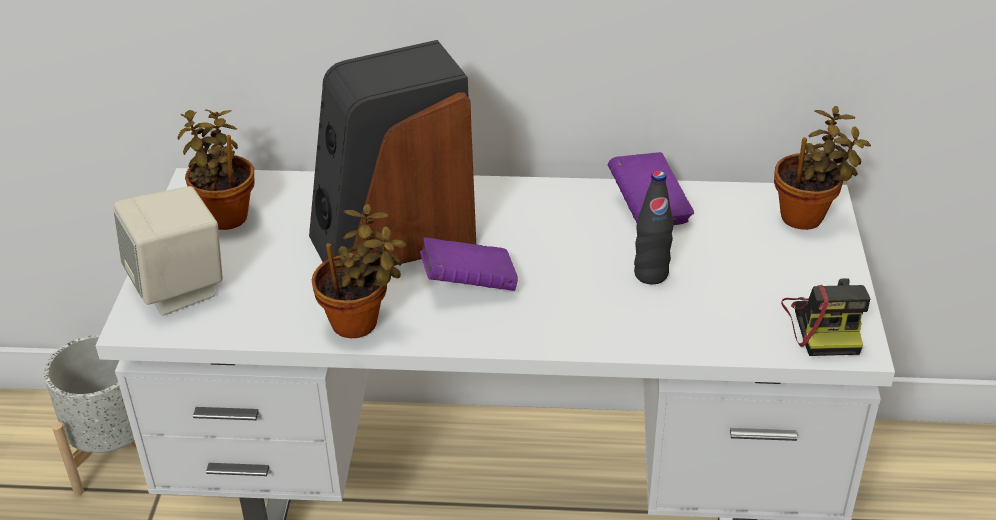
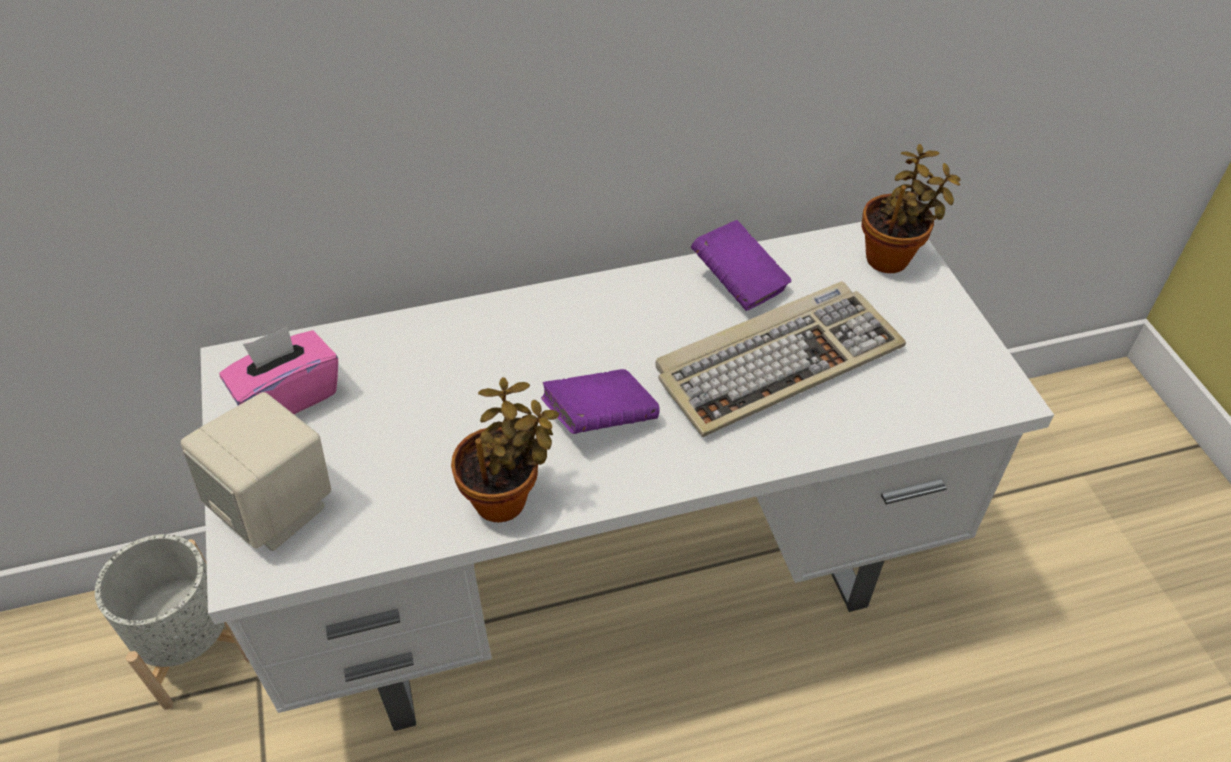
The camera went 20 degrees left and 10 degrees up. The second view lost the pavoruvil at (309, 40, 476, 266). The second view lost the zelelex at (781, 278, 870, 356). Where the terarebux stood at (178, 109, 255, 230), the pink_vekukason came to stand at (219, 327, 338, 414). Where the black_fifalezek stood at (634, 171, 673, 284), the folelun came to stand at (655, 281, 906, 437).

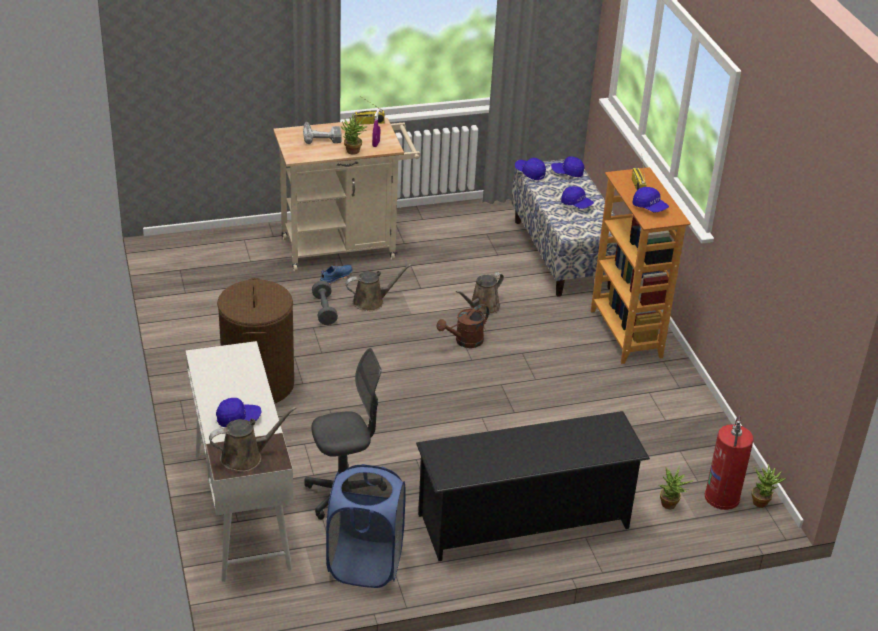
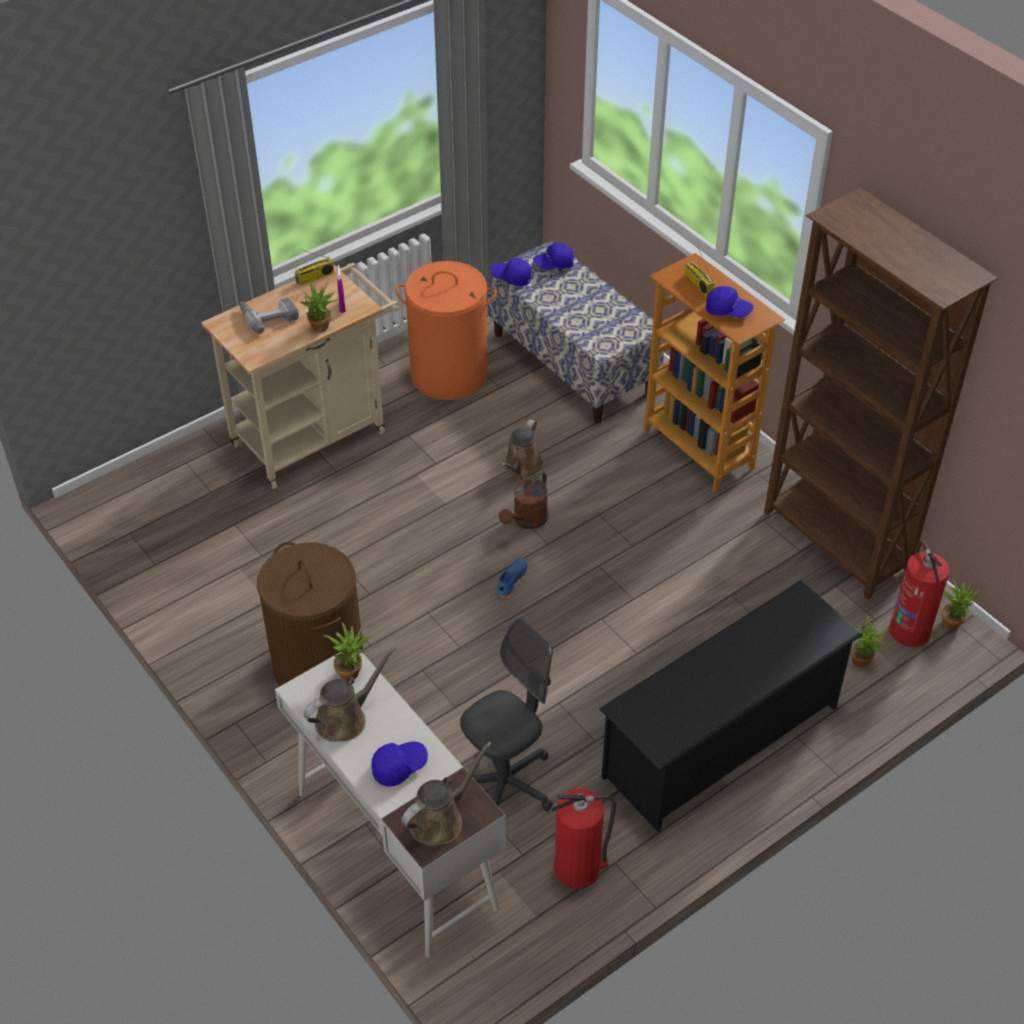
The camera went 20 degrees left and 10 degrees up. The second view lost the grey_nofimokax at (312, 281, 338, 325). The second view lost the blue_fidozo at (561, 186, 594, 209). The second view gained the terarebux at (324, 623, 371, 681). The second view gained the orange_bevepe at (395, 261, 497, 400). The second view gained the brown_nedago at (764, 188, 998, 600). The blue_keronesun ended up elsewhere, having gone from (320, 265, 353, 284) to (496, 558, 528, 599). The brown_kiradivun ended up elsewhere, having gone from (346, 264, 412, 311) to (304, 647, 396, 742). Where the blue_bevepe stood at (326, 464, 406, 588), the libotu came to stand at (551, 789, 616, 889).

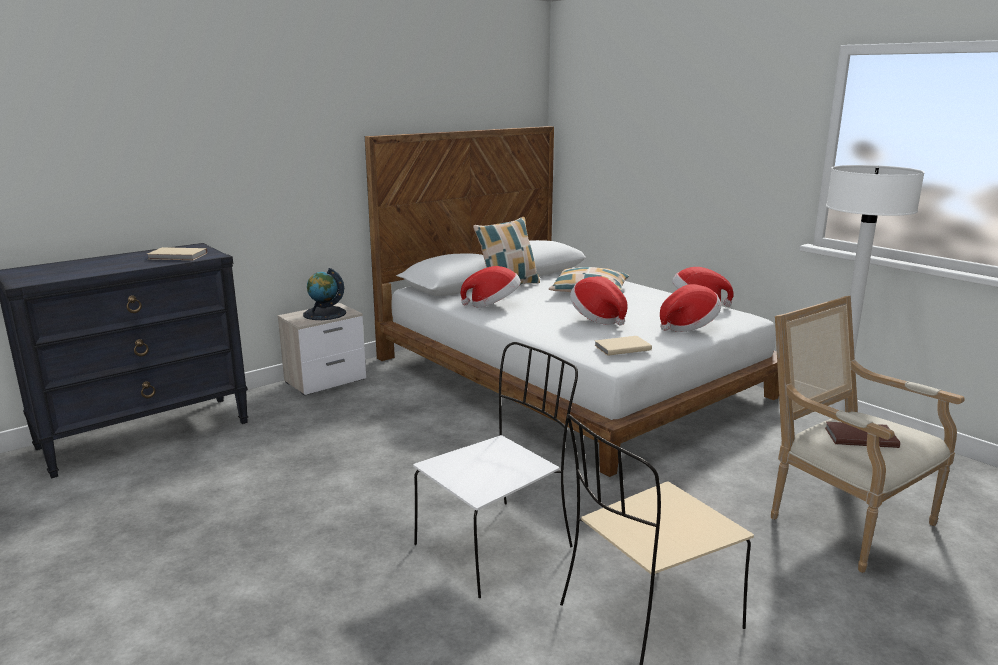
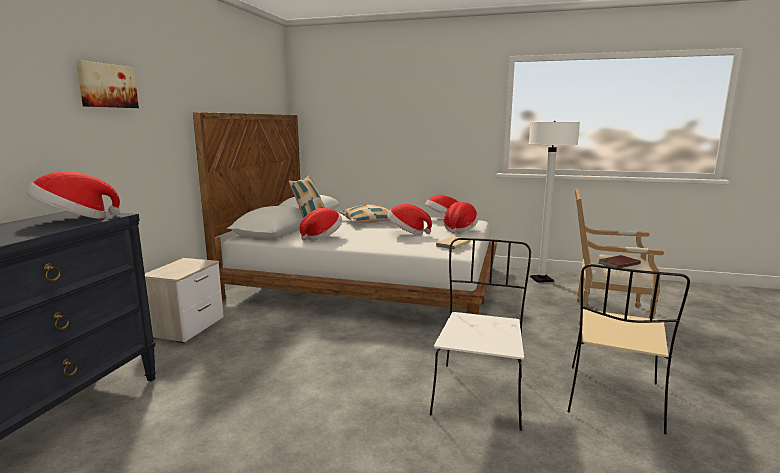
The camera went 35 degrees left and 5 degrees down. The second view lost the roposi at (303, 268, 346, 320). The second view gained the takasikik at (76, 60, 139, 108). Where the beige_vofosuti stood at (147, 247, 207, 260), the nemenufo came to stand at (27, 171, 120, 219).

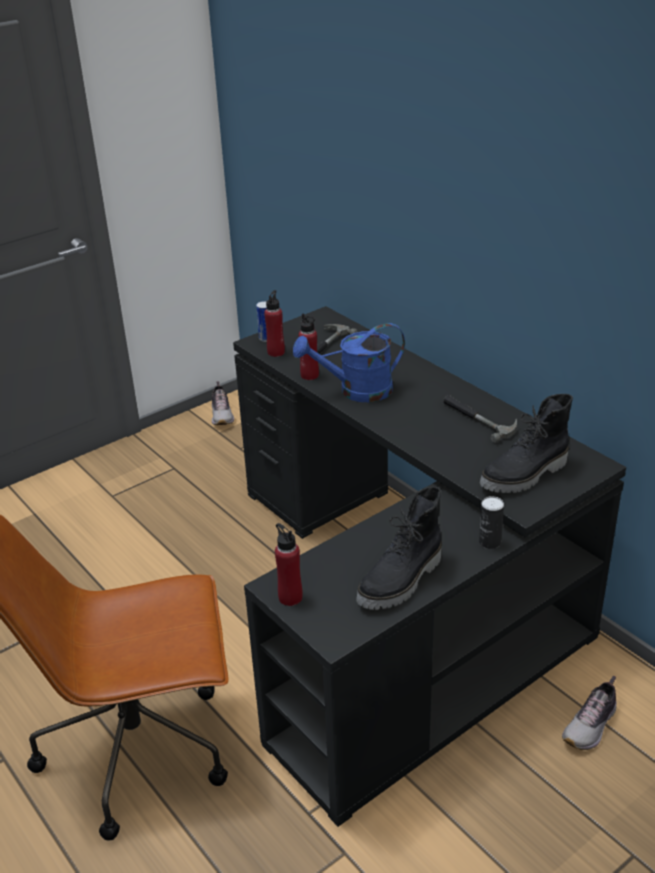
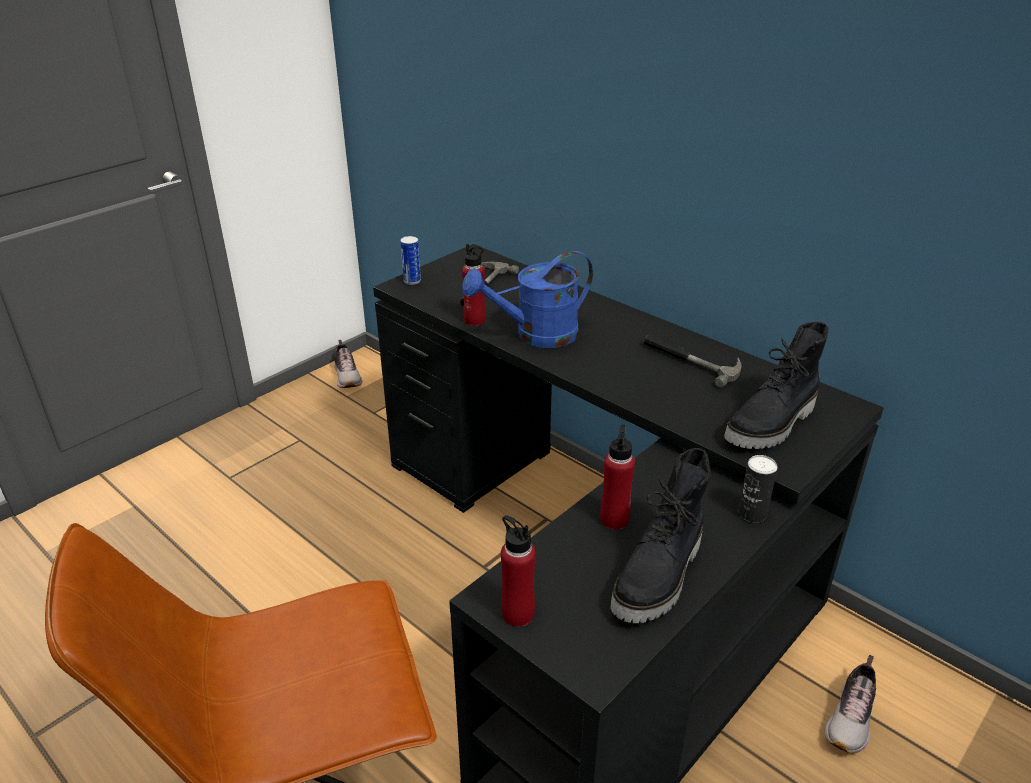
The camera went 10 degrees left and 0 degrees up. The red_fifalezek ended up elsewhere, having gone from (264, 290, 285, 357) to (600, 425, 635, 530).

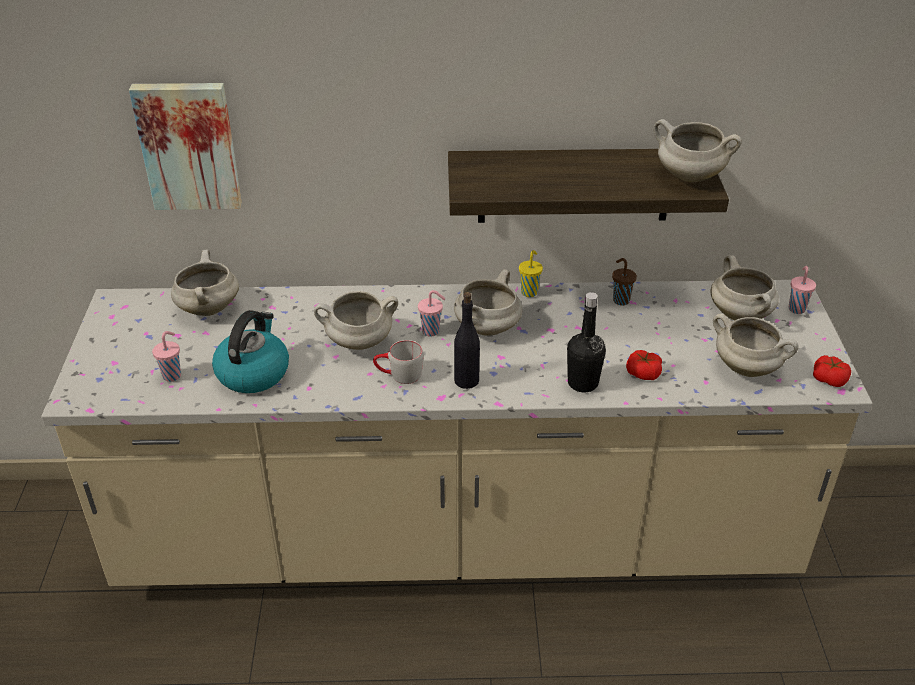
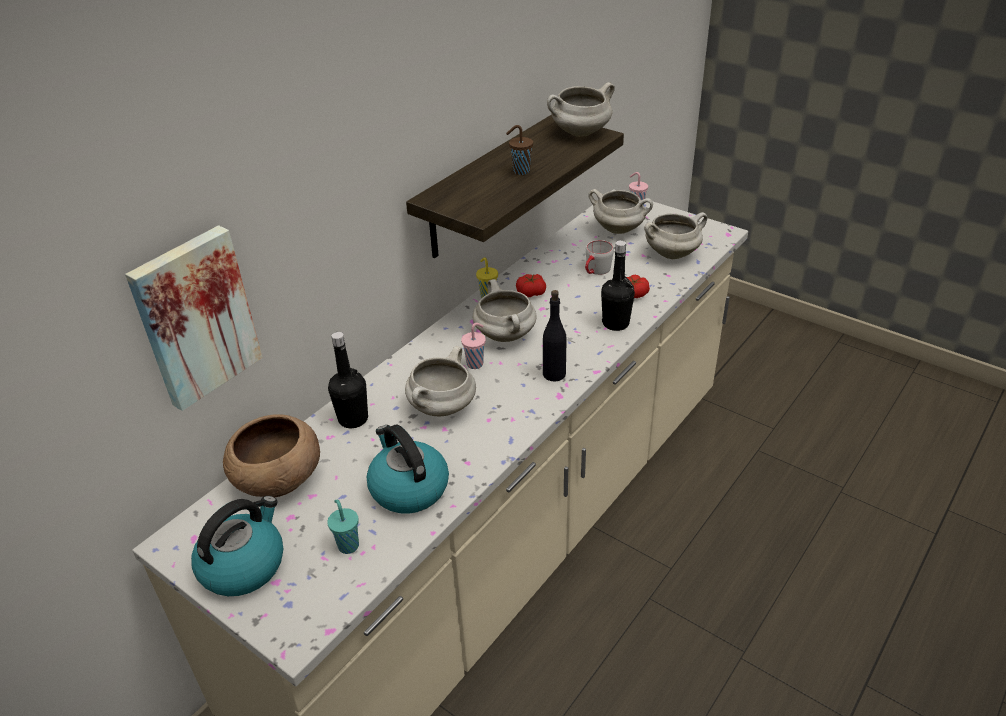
The camera went 50 degrees left and 0 degrees up. The second view gained the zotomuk at (191, 496, 283, 596). The second view gained the black_fifalezek at (328, 332, 368, 428). The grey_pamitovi ended up elsewhere, having gone from (373, 340, 424, 384) to (585, 240, 614, 275). The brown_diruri ended up elsewhere, having gone from (612, 258, 637, 305) to (506, 125, 533, 175). The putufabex ended up elsewhere, having gone from (813, 355, 851, 387) to (516, 274, 546, 297). Where the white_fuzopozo stood at (171, 250, 239, 316), the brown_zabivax came to stand at (223, 414, 320, 498). What was the pink_diruri at (152, 331, 181, 382) turned into the turquoise_diruri at (327, 500, 359, 554).

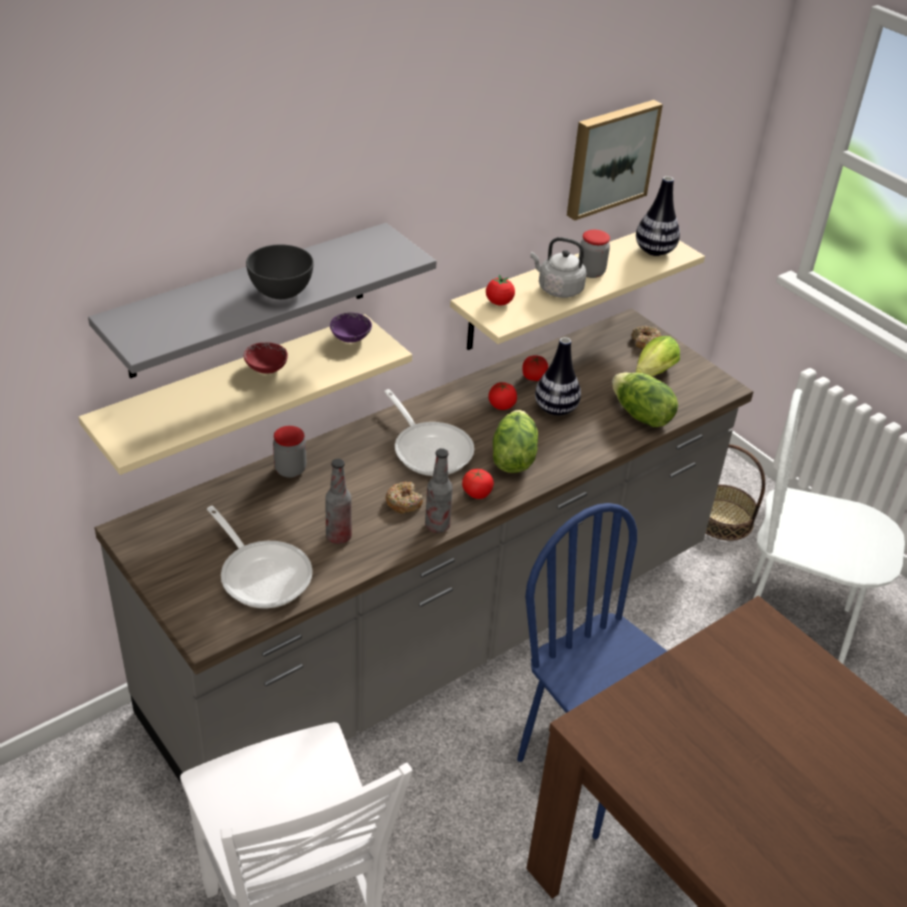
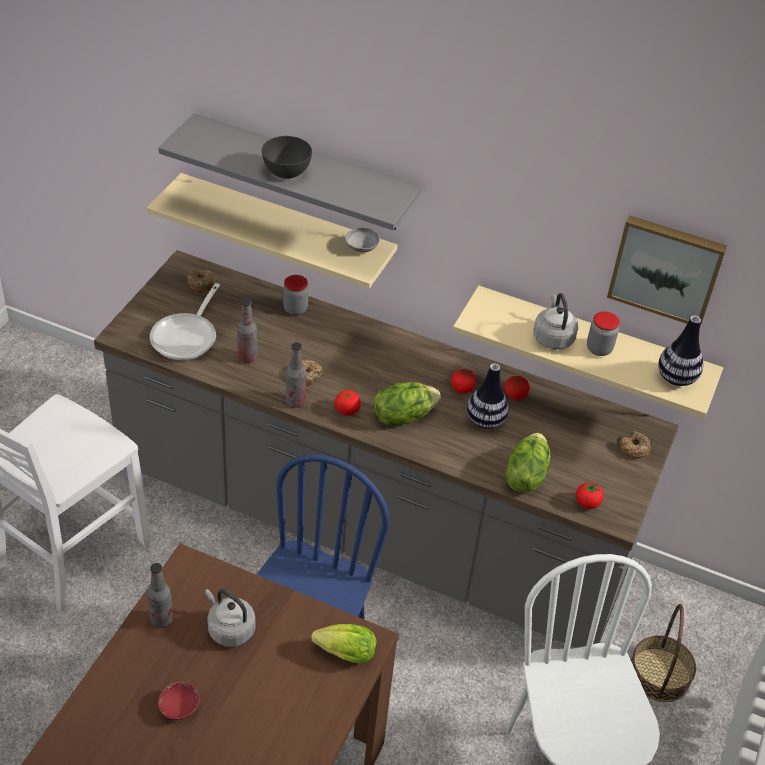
The camera went 60 degrees right and 5 degrees up. The second view lost the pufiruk at (384, 389, 474, 476). The second view gained the fifalezek at (147, 563, 173, 628). The second view gained the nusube at (187, 269, 215, 292). The second view gained the grey_zotomuk at (205, 589, 255, 647). The red_zabivax ended up elsewhere, having gone from (244, 342, 288, 373) to (158, 681, 200, 720). The putufabex ended up elsewhere, having gone from (486, 274, 515, 305) to (576, 481, 603, 509). The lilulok ended up elsewhere, having gone from (636, 336, 680, 376) to (311, 624, 377, 663). What was the purple_zabivax at (330, 313, 372, 343) turned into the grey_zabivax at (345, 228, 380, 253).

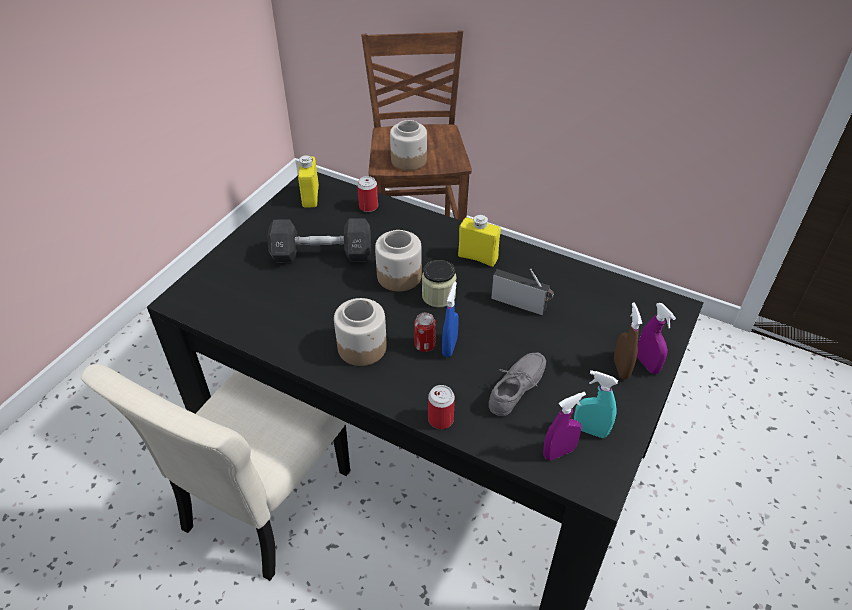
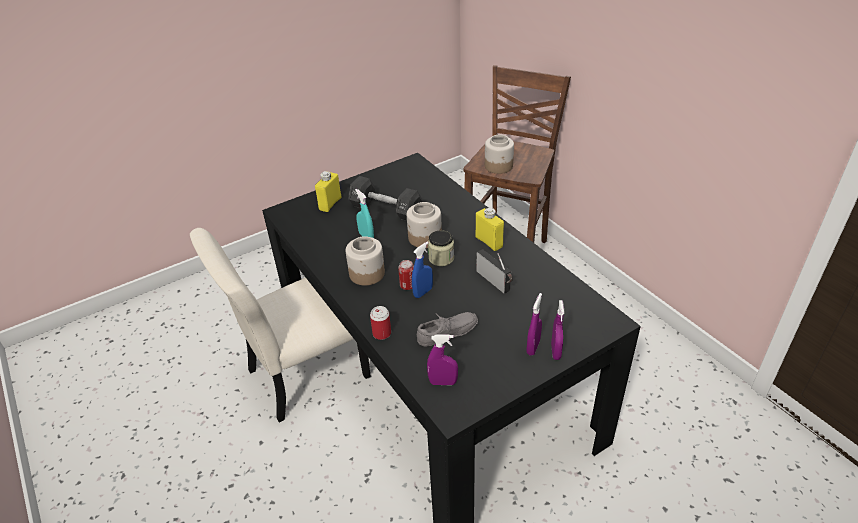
The camera went 30 degrees right and 5 degrees down. The second view lost the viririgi at (357, 176, 378, 212). The yellow_fifalezek ended up elsewhere, having gone from (298, 155, 319, 208) to (315, 171, 342, 212). The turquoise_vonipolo ended up elsewhere, having gone from (574, 370, 618, 438) to (355, 189, 374, 238). What was the brown_vonipolo at (614, 302, 642, 379) turned into the purple_vonipolo at (526, 293, 542, 356).

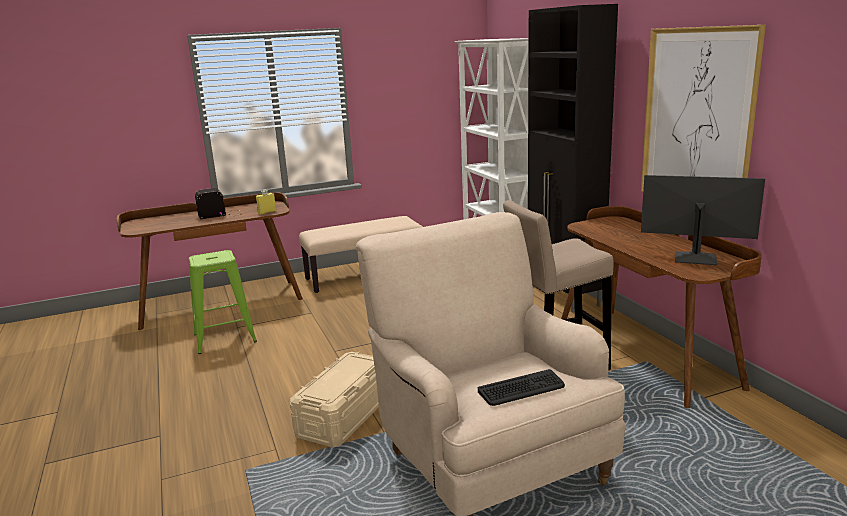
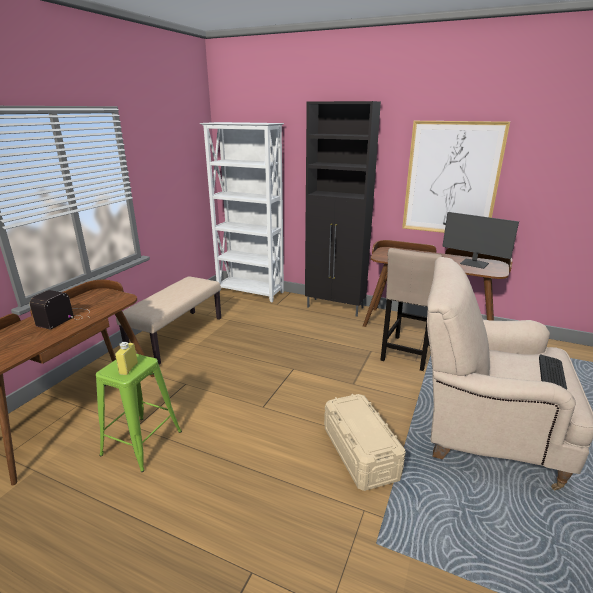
The camera went 45 degrees left and 5 degrees up. The yellow_fifalezek ended up elsewhere, having gone from (256, 190, 276, 215) to (115, 342, 138, 375). The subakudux at (641, 175, 765, 265) ended up facing another way, 120 degrees counterclockwise from before.

